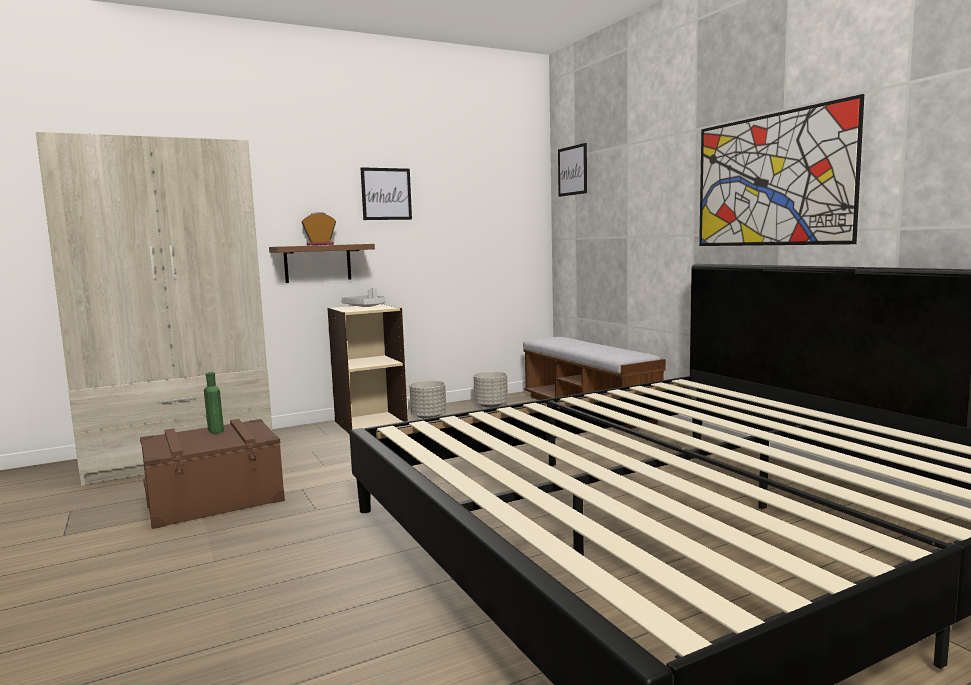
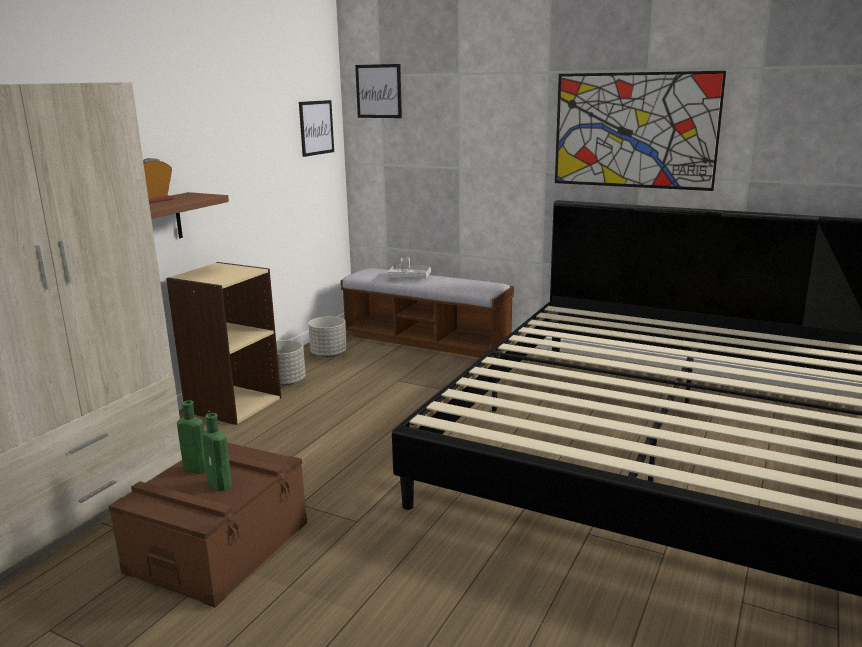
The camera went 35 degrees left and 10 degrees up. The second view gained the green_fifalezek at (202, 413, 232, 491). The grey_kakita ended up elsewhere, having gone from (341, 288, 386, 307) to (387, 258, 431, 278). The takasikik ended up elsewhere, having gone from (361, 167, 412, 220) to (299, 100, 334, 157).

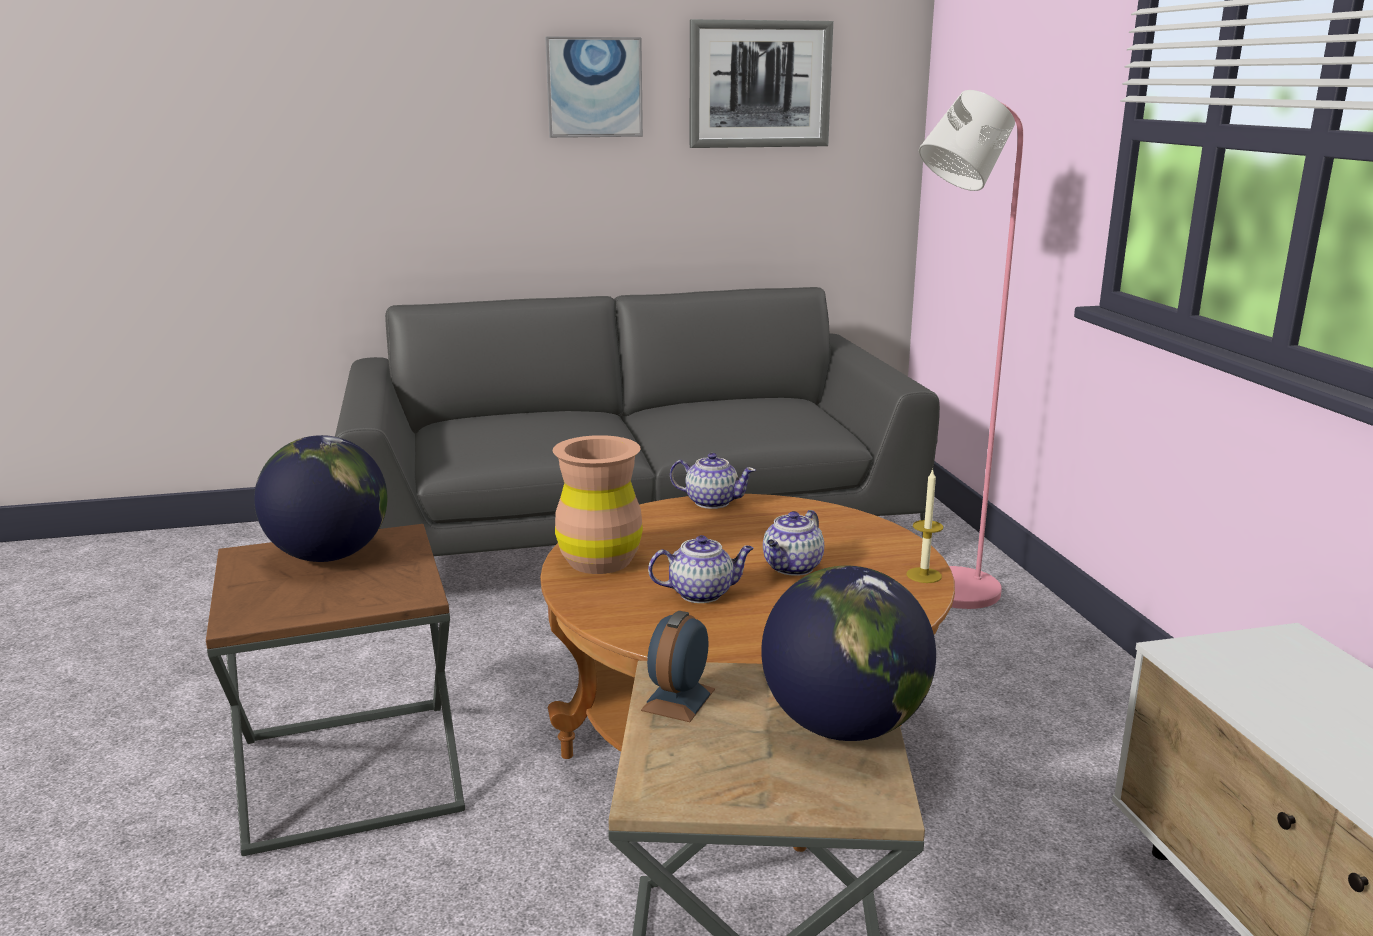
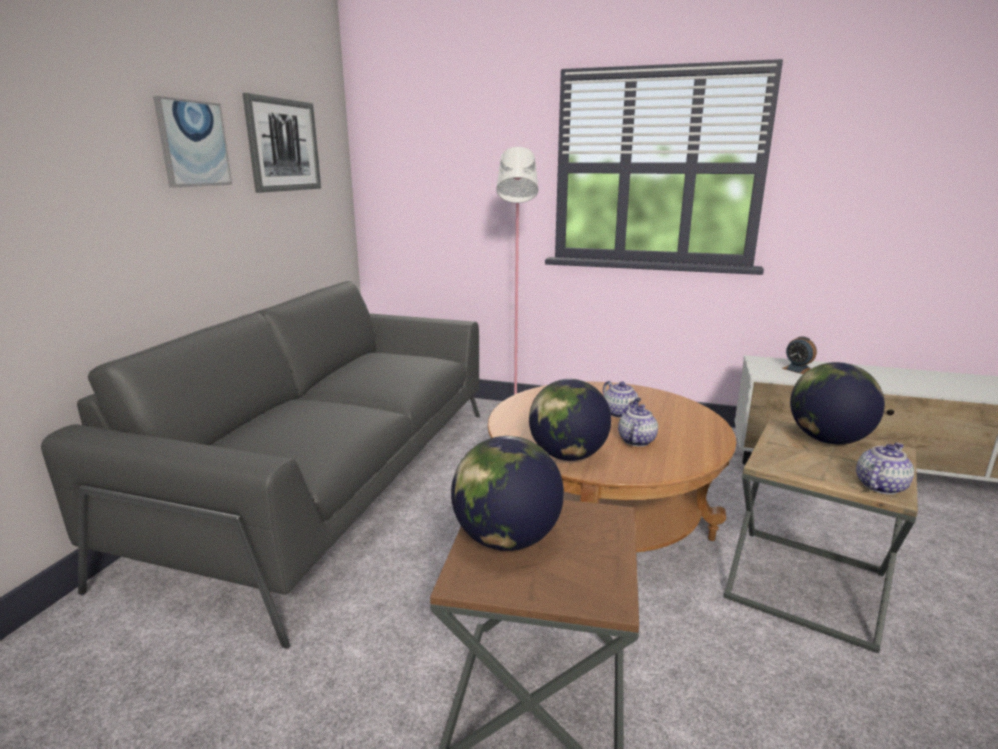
The camera went 60 degrees left and 0 degrees up. The second view lost the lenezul at (907, 469, 943, 583). The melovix ended up elsewhere, having gone from (641, 611, 715, 722) to (782, 336, 817, 374). The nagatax ended up elsewhere, having gone from (670, 453, 756, 509) to (856, 443, 914, 495). Where the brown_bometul stood at (552, 435, 643, 574), the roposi came to stand at (529, 379, 611, 461).

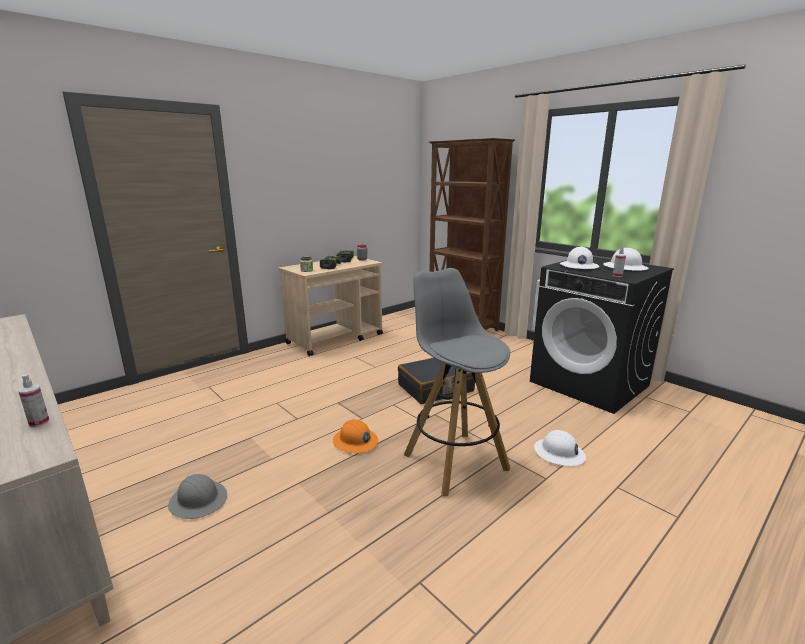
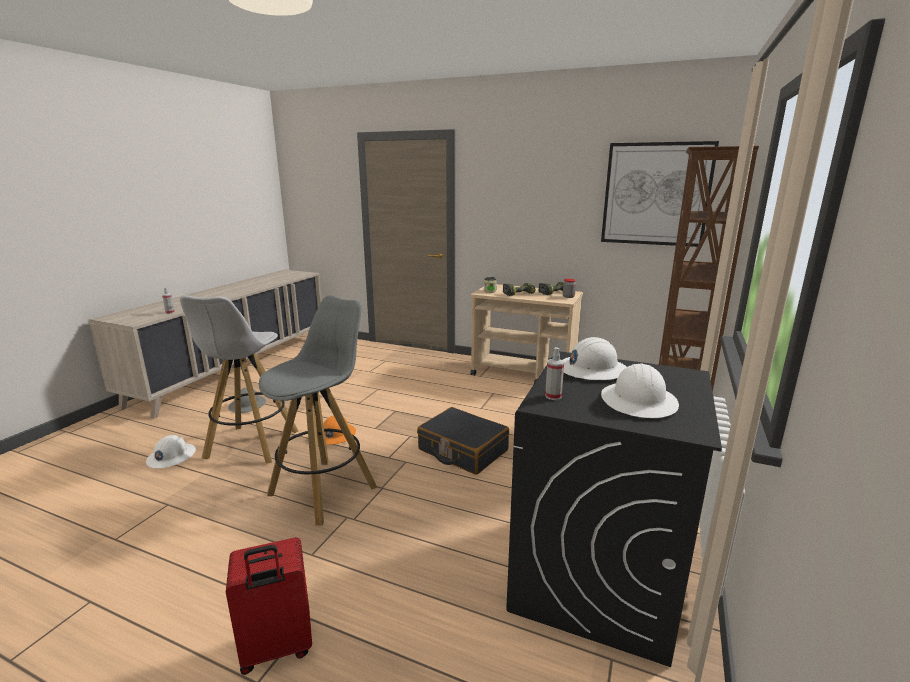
The camera went 65 degrees right and 0 degrees up. The second view gained the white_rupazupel at (180, 295, 298, 464). The second view gained the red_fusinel at (226, 537, 312, 675). The second view gained the takasikik at (601, 141, 719, 247). The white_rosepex ended up elsewhere, having gone from (534, 430, 586, 466) to (146, 435, 196, 468).

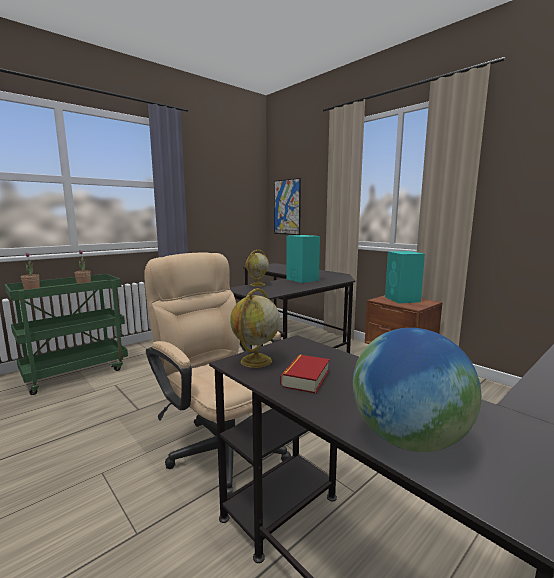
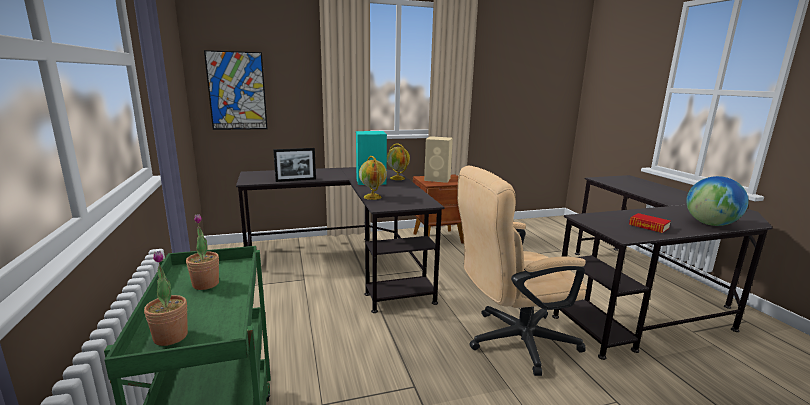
The camera went 65 degrees left and 5 degrees up. The second view gained the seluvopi at (273, 148, 316, 182). The roposi ended up elsewhere, having gone from (230, 288, 280, 368) to (387, 143, 410, 180). What was the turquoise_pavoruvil at (385, 251, 425, 303) turned into the beige_pavoruvil at (424, 136, 453, 183).

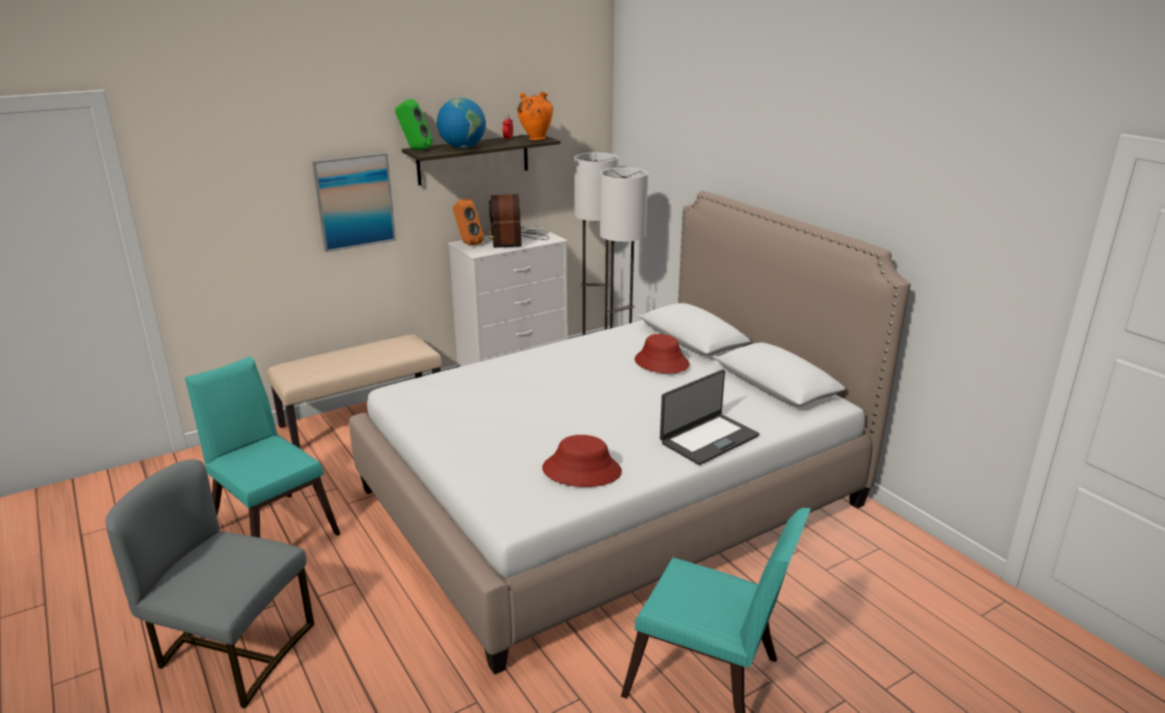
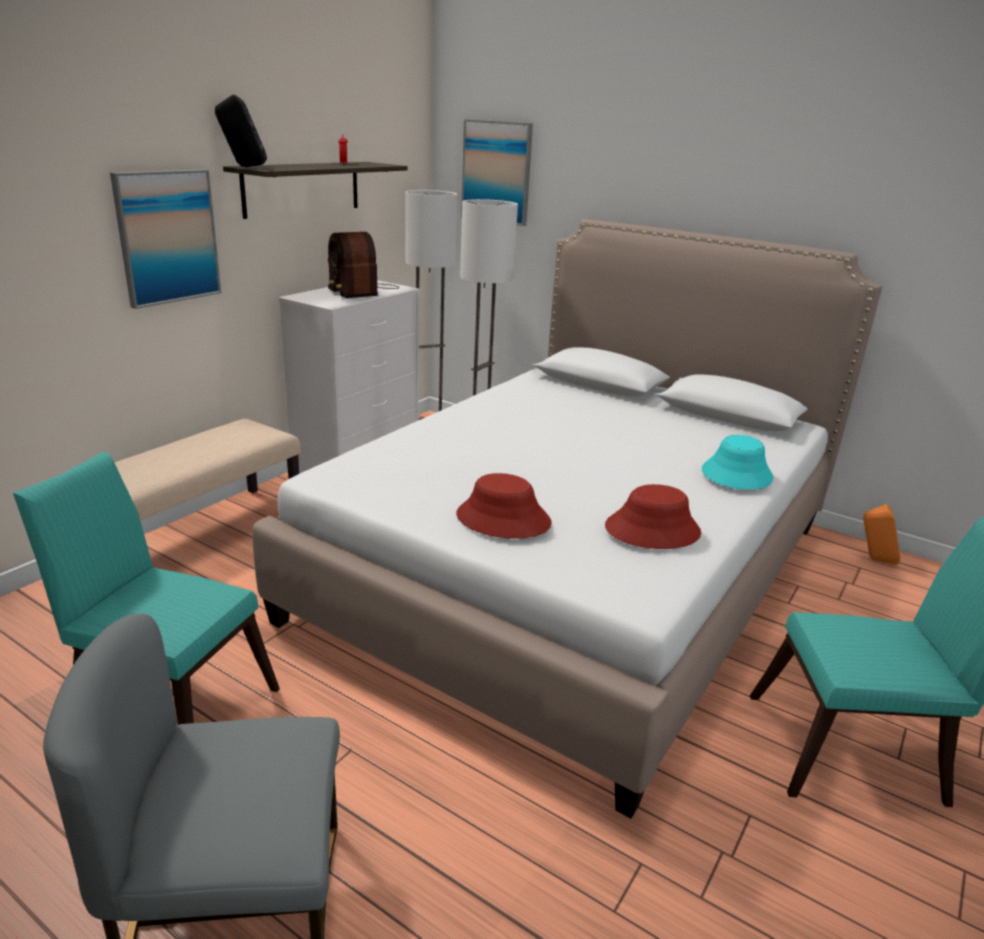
The camera went 25 degrees left and 0 degrees up. The second view lost the roposi at (437, 98, 486, 148). The second view lost the orange_bometul at (517, 92, 553, 140). The second view gained the takasikik at (461, 119, 533, 226). The orange_pavoruvil ended up elsewhere, having gone from (453, 198, 484, 246) to (863, 504, 901, 565). The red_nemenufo ended up elsewhere, having gone from (635, 334, 690, 373) to (456, 473, 552, 539). Where the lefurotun stood at (660, 369, 759, 465), the turquoise_nemenufo came to stand at (702, 435, 774, 490). What was the green_pavoruvil at (395, 99, 433, 150) turned into the black_pavoruvil at (215, 95, 267, 167).

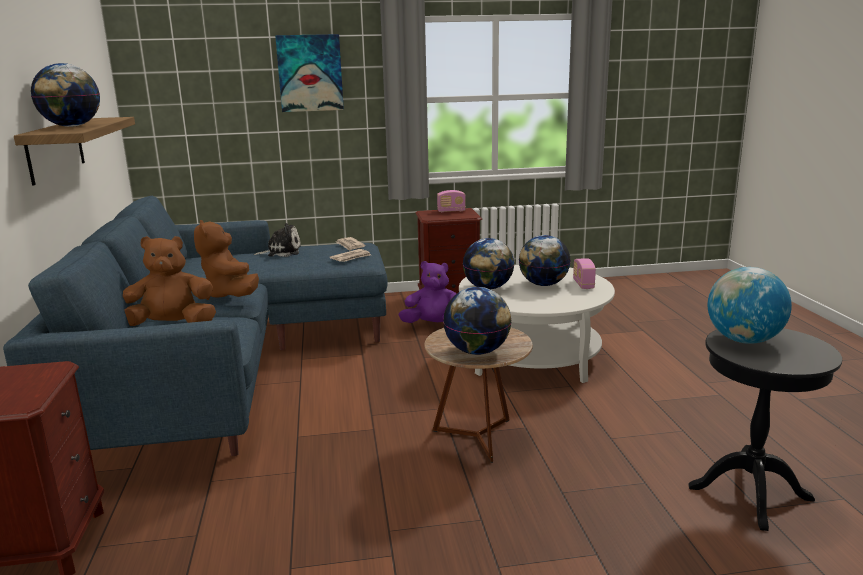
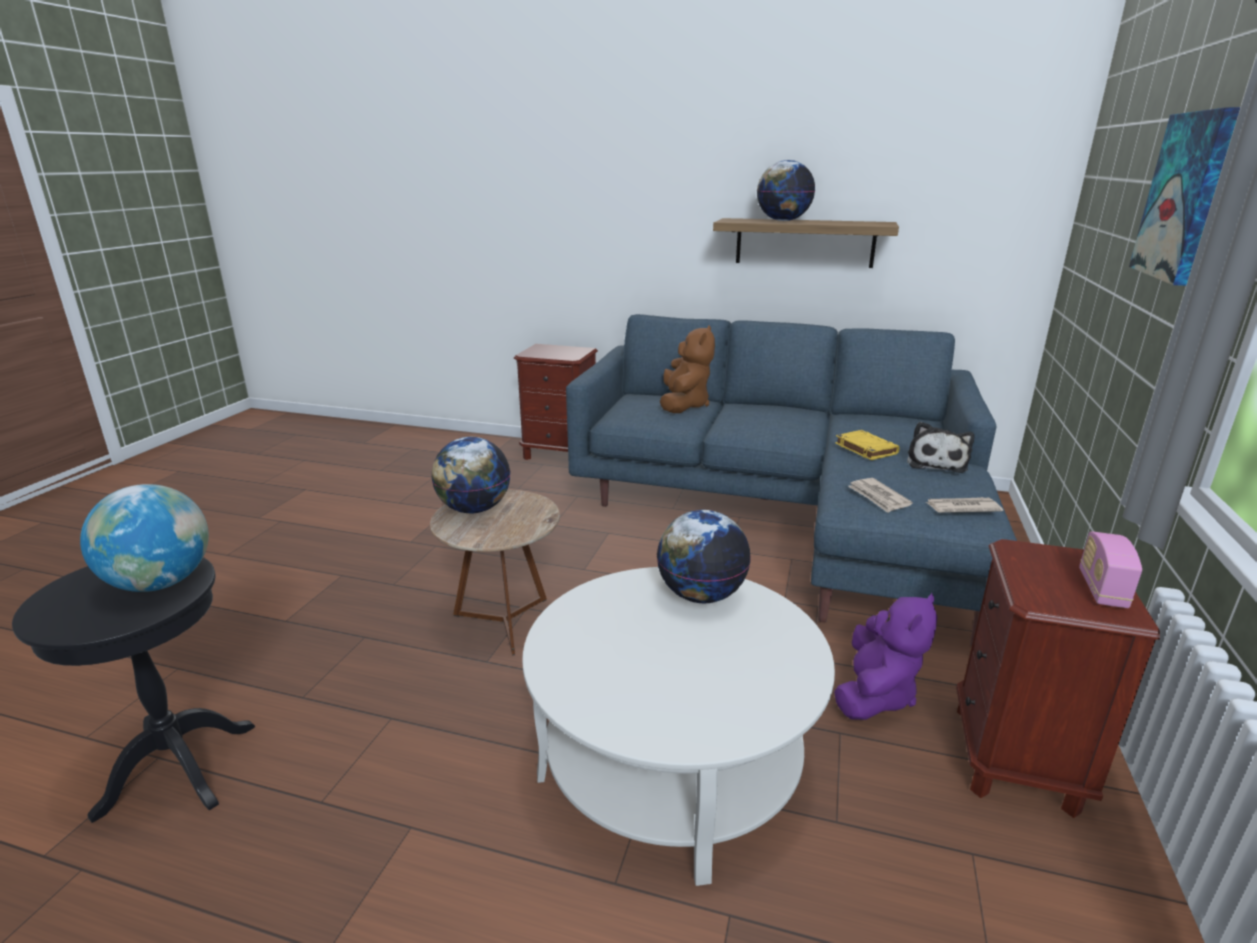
The camera went 115 degrees right and 5 degrees up. The second view lost the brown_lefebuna at (194, 220, 259, 300). The second view lost the roposi at (519, 235, 571, 286). The second view lost the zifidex at (573, 258, 596, 289). The second view gained the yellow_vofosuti at (835, 430, 900, 460).

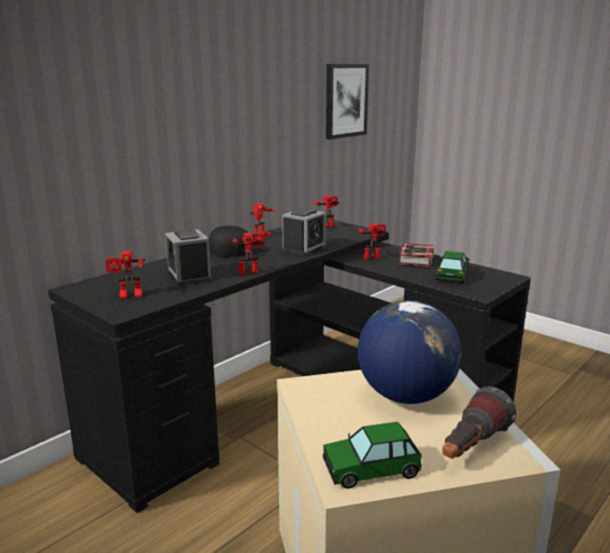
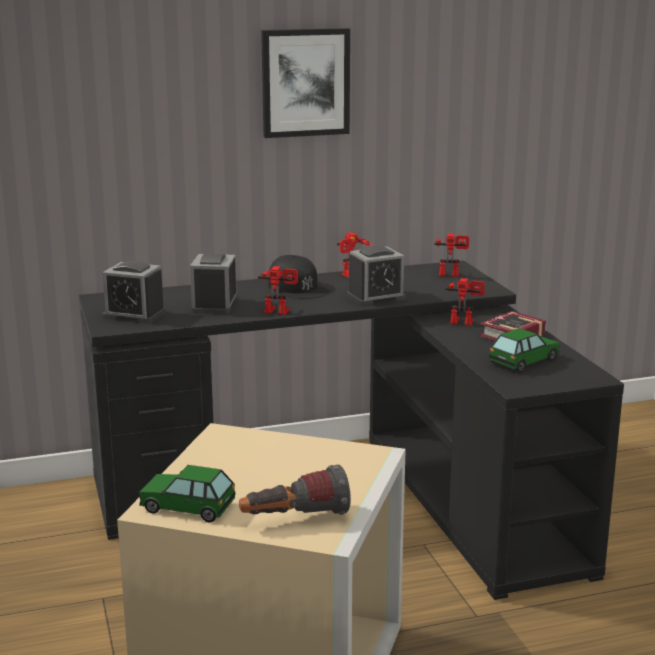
The camera went 30 degrees right and 0 degrees up. The second view lost the roposi at (358, 300, 462, 404). The takasikik ended up elsewhere, having gone from (326, 64, 369, 139) to (261, 28, 350, 138). Where the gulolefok stood at (105, 251, 145, 299), the melovix came to stand at (102, 261, 166, 323).

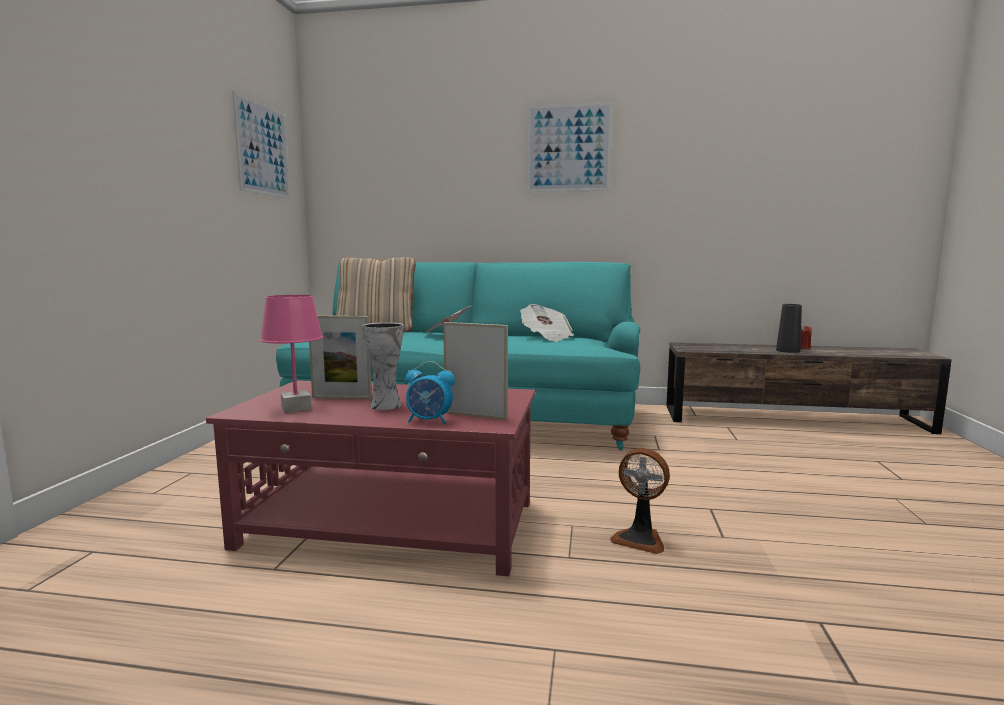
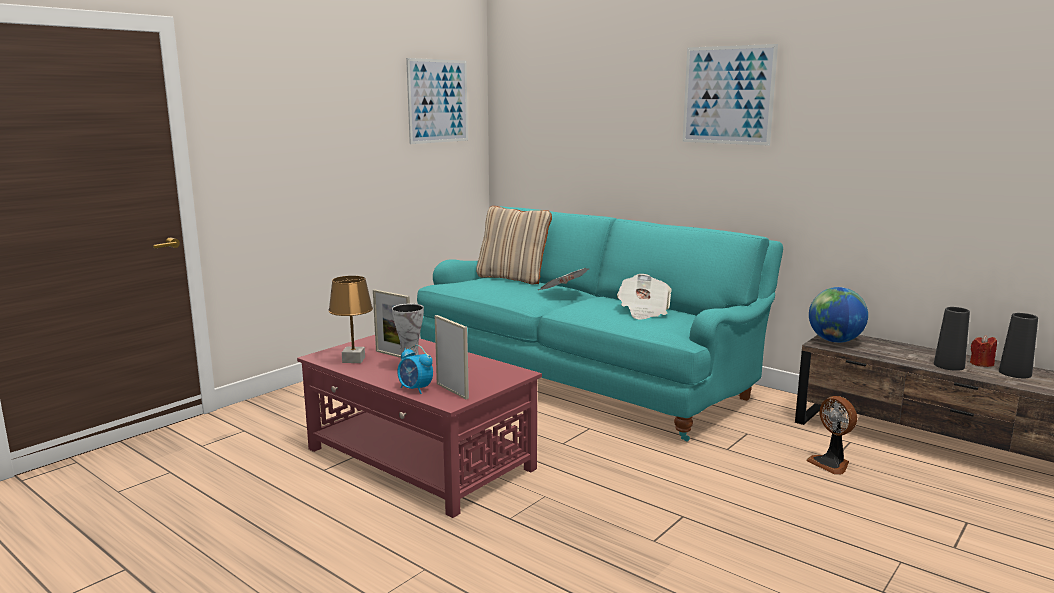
The camera went 30 degrees right and 5 degrees up. The second view gained the roposi at (809, 287, 868, 343). The second view gained the black_bometul at (999, 313, 1038, 378). The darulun ended up elsewhere, having gone from (610, 448, 670, 554) to (806, 396, 857, 475). What was the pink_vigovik at (260, 295, 323, 413) turned into the brown_vigovik at (328, 276, 373, 363).

